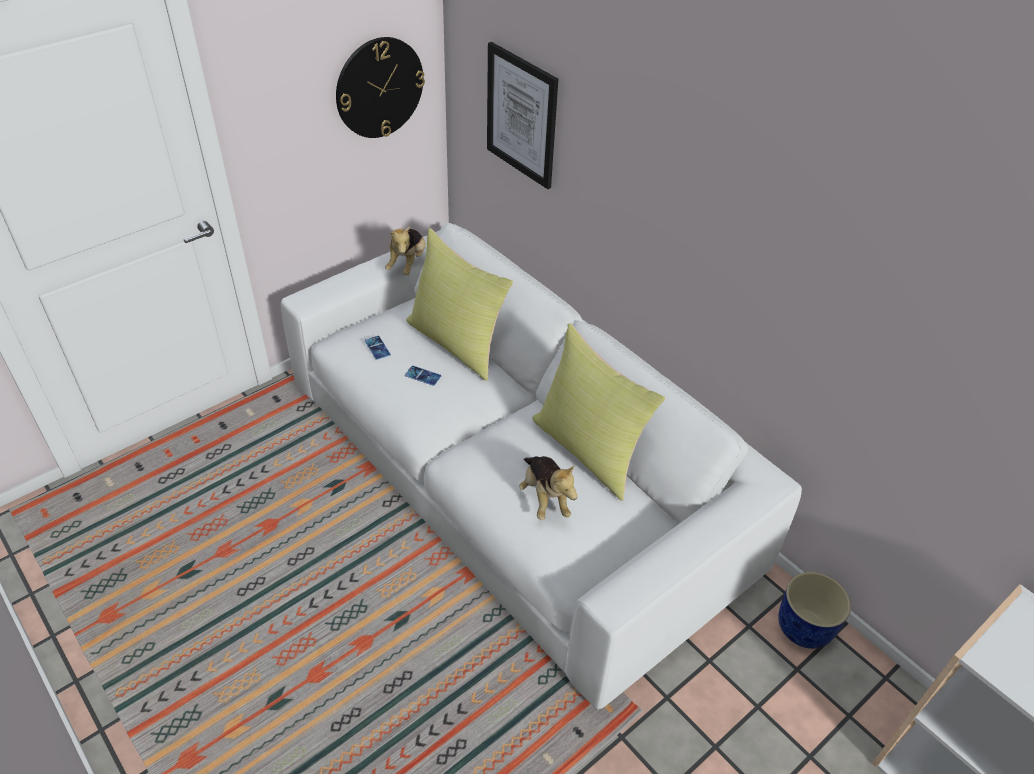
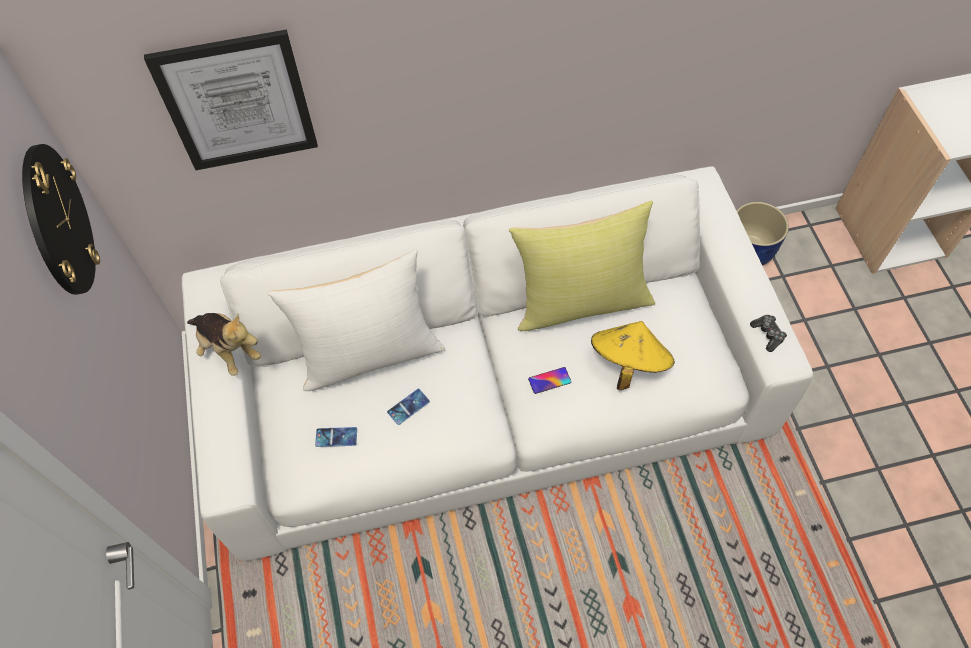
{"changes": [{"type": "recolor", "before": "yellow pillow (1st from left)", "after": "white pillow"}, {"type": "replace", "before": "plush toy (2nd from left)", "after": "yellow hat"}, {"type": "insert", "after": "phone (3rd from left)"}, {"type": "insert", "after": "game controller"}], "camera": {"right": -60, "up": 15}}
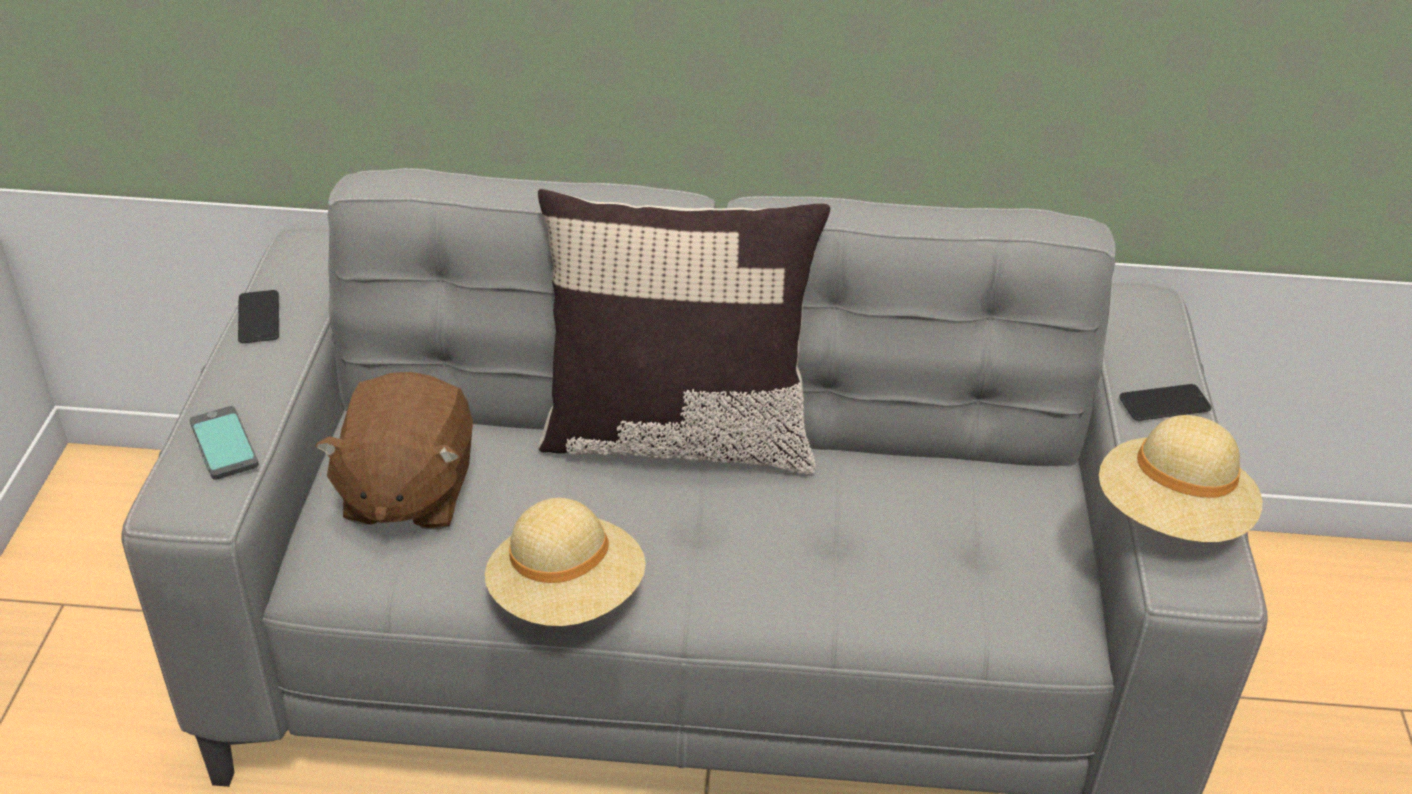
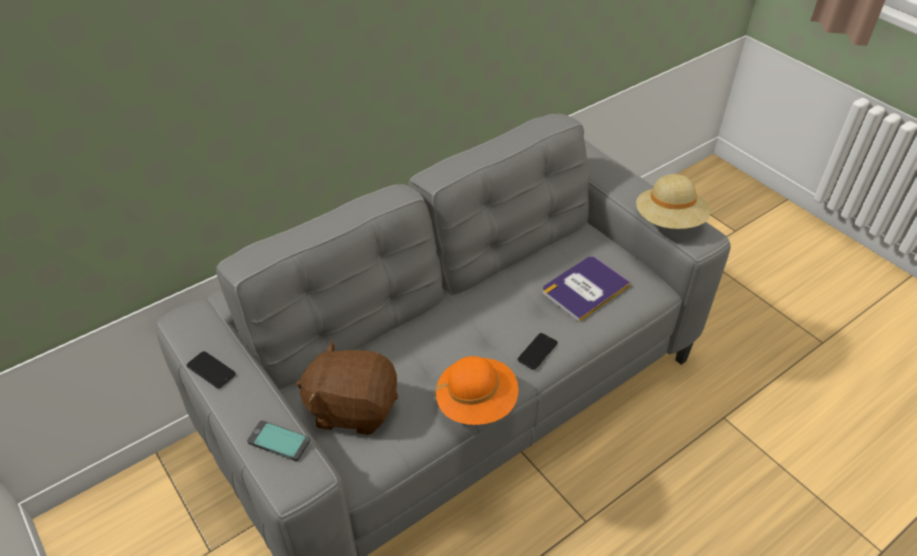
{"changes": [{"type": "rotate", "before": "brown plush toy", "turn": 135}, {"type": "recolor", "before": "beige hat (1st from left)", "after": "orange hat"}, {"type": "delete", "before": "pillow"}, {"type": "move", "before": "phone (3rd from left)"}, {"type": "insert", "after": "book"}], "camera": {"right": -40, "up": 5}}
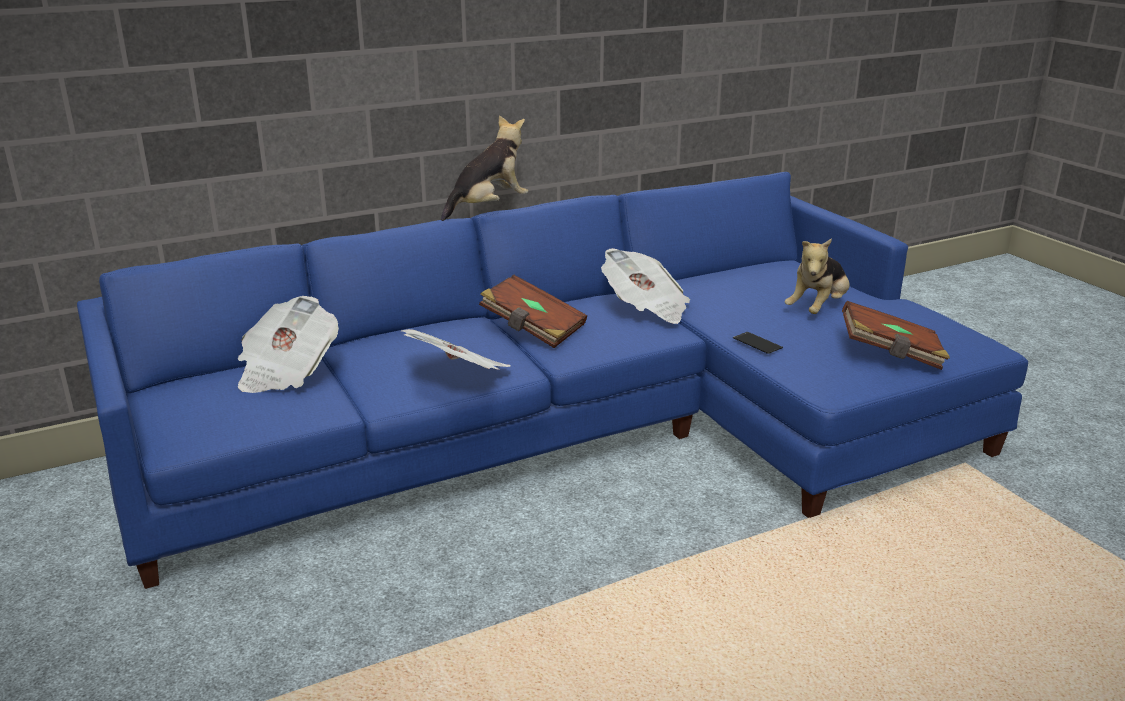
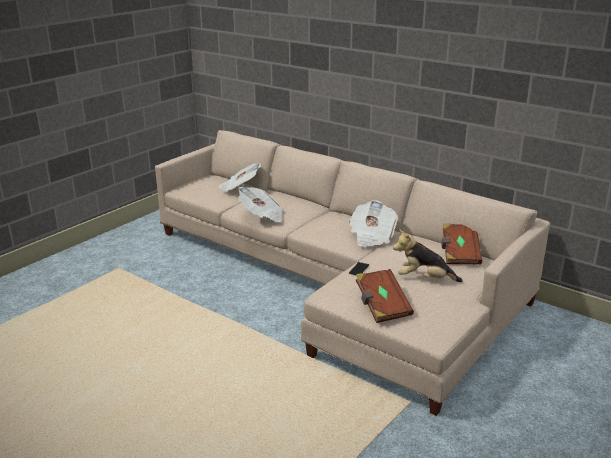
{"changes": [{"type": "recolor", "before": "blue sofa", "after": "beige sofa"}, {"type": "delete", "before": "plush toy (1st from left)"}, {"type": "move", "before": "brown book (1st from left in the first image)", "after": "brown book (2nd from left)"}], "camera": {"right": 65, "up": 0}}
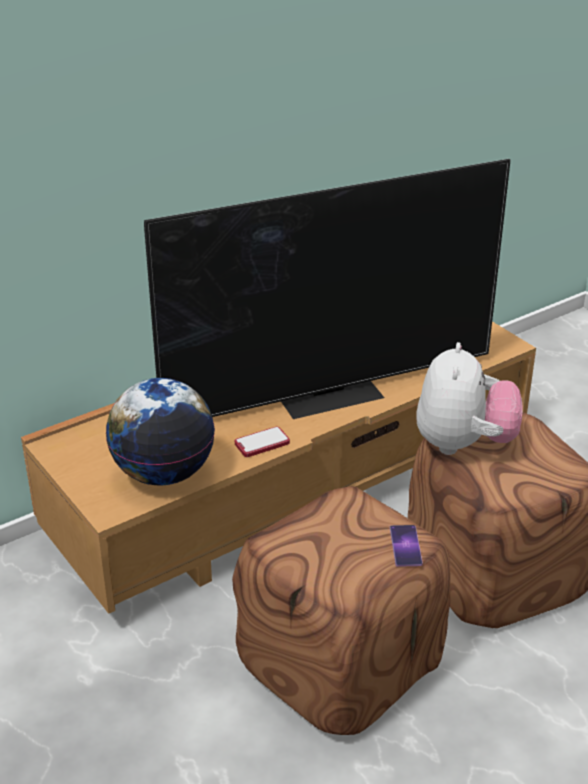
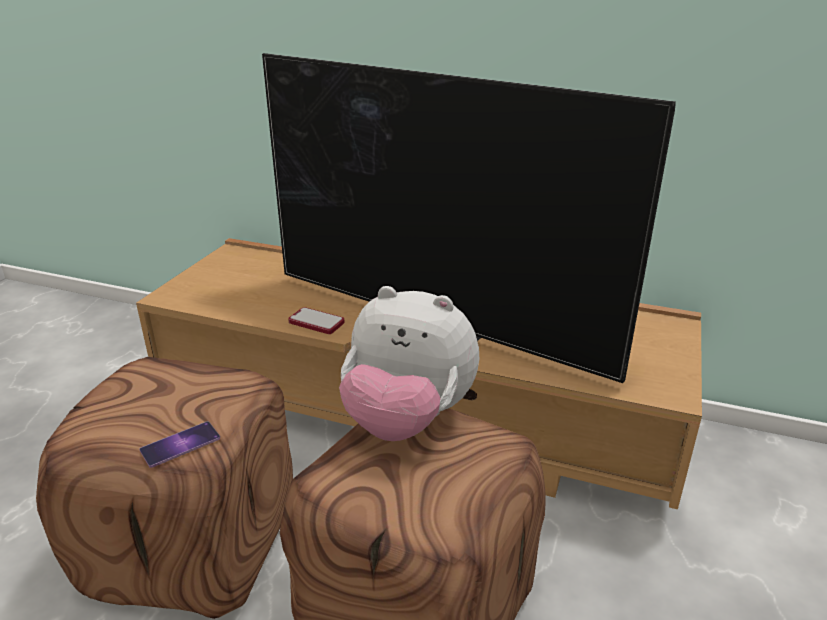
{"changes": [{"type": "delete", "before": "globe"}, {"type": "rotate", "before": "plush toy", "turn": 45}], "camera": {"right": 55, "up": -5}}
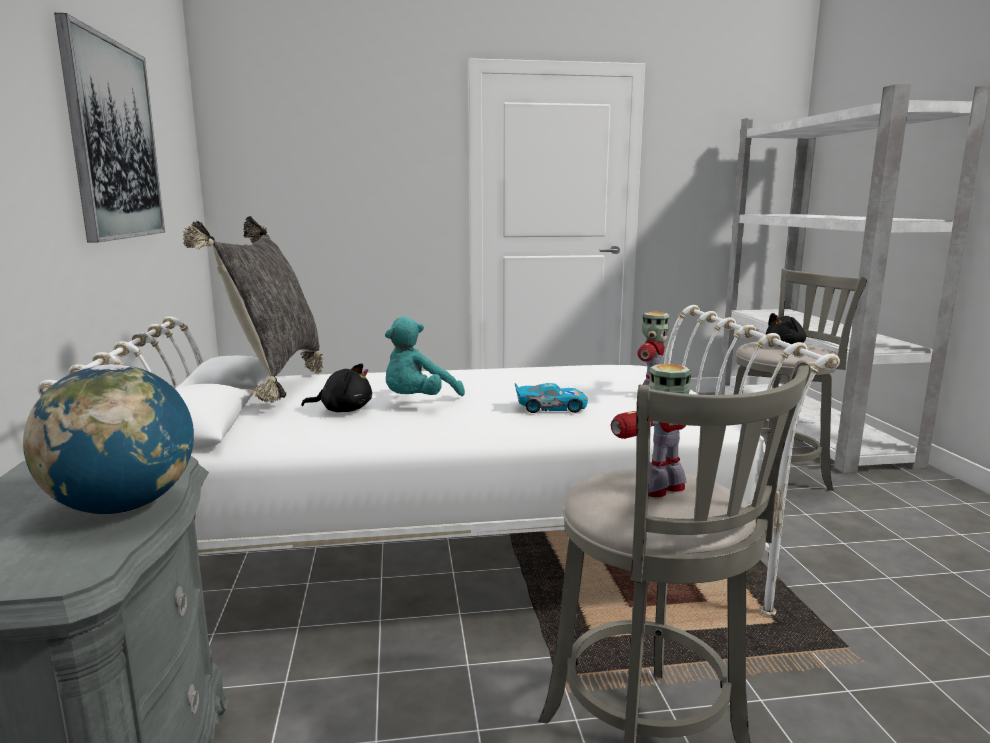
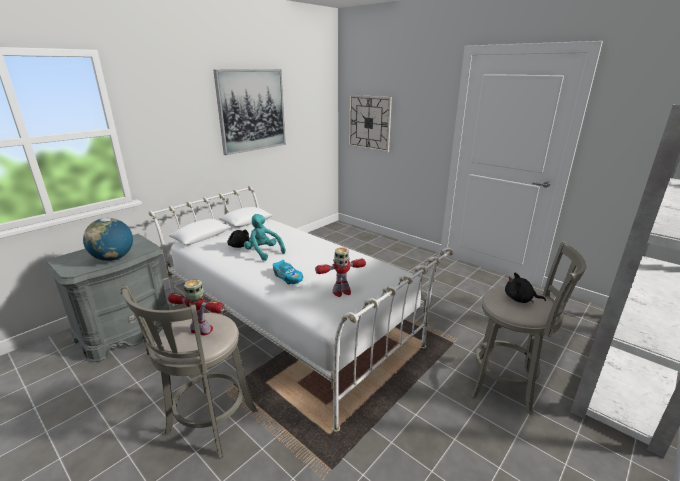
{"changes": [{"type": "delete", "before": "pillow"}, {"type": "rotate", "before": "turquoise plush toy", "turn": 45}, {"type": "insert", "after": "wall clock"}], "camera": {"right": 50, "up": 10}}
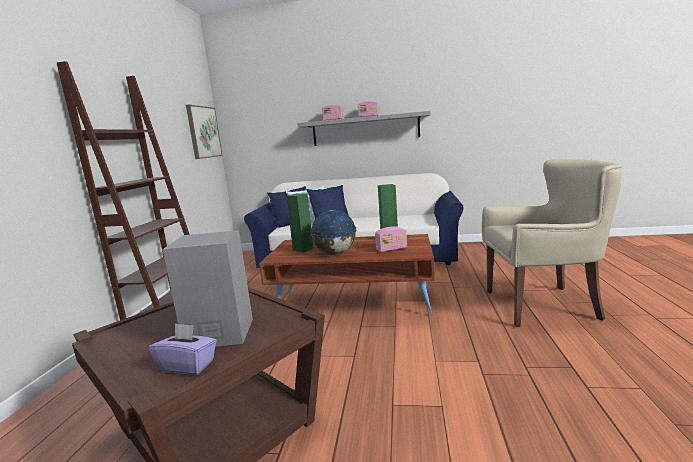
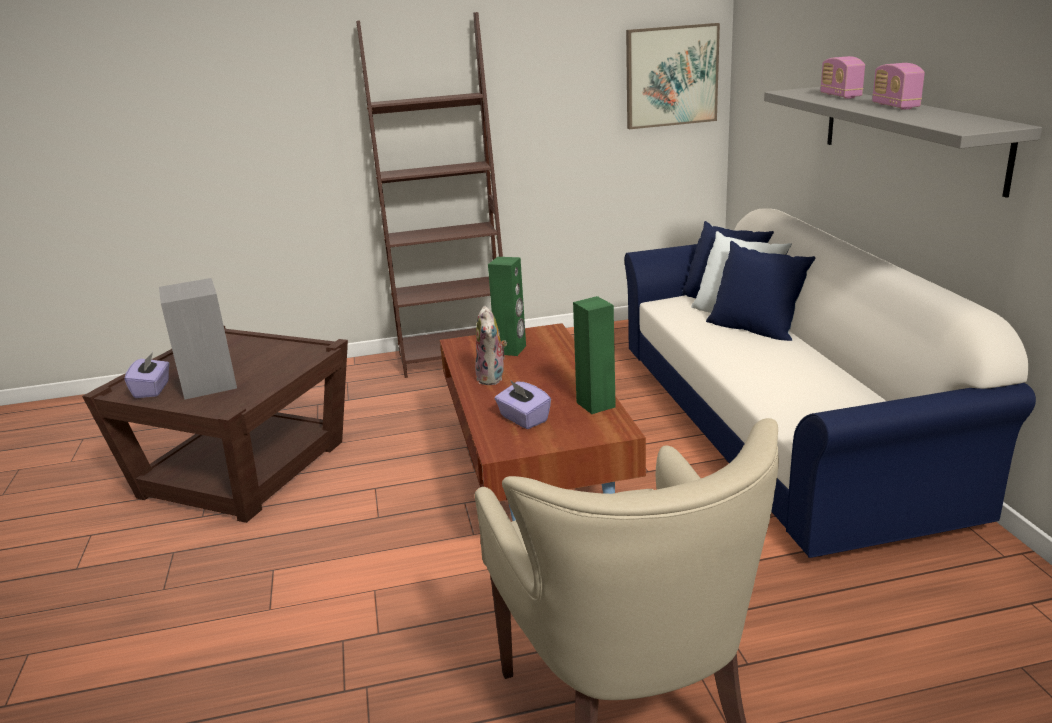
{"changes": [{"type": "replace", "before": "globe", "after": "plush toy"}, {"type": "replace", "before": "radio (3rd from left)", "after": "purple tissue box (2nd from left)"}], "camera": {"right": 70, "up": 10}}
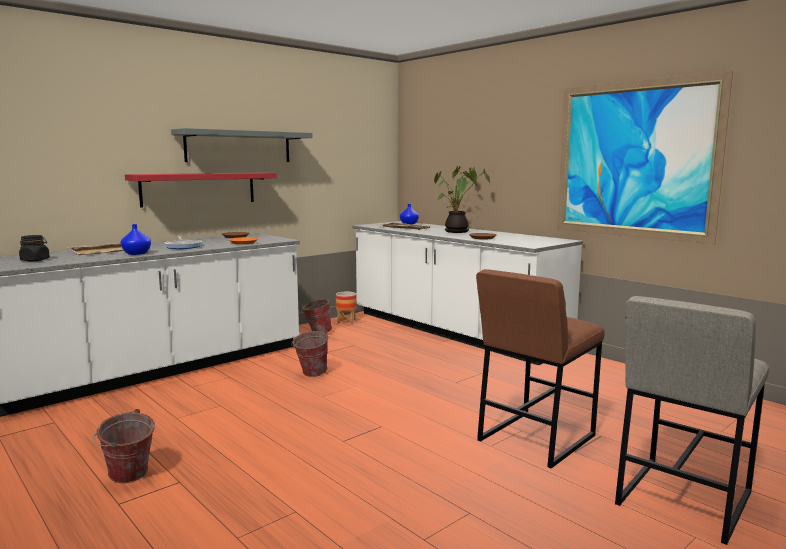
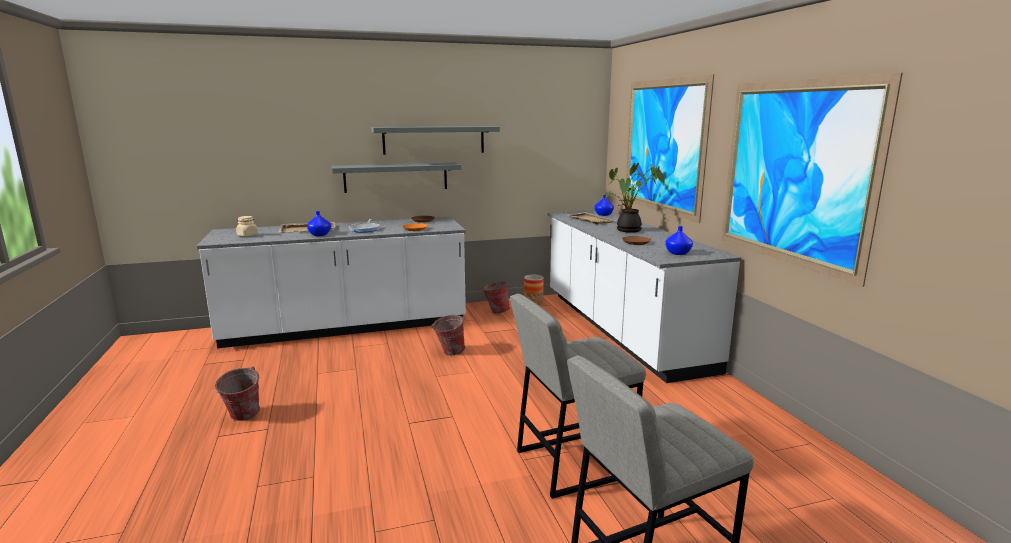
{"changes": [{"type": "recolor", "before": "black jar", "after": "beige jar"}, {"type": "recolor", "before": "red shelf", "after": "grey shelf (1st from left)"}, {"type": "recolor", "before": "brown chair", "after": "grey chair (1st from left)"}, {"type": "insert", "after": "picture (1st from left)"}, {"type": "insert", "after": "blue vase (3rd from left)"}], "camera": {"right": 25, "up": 5}}
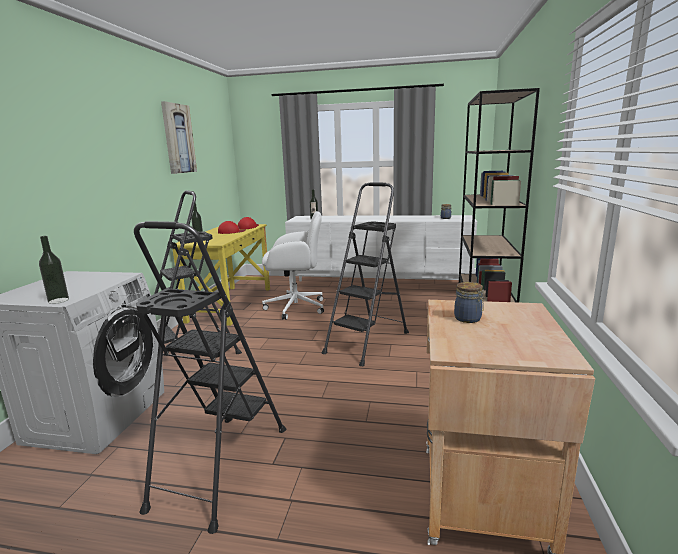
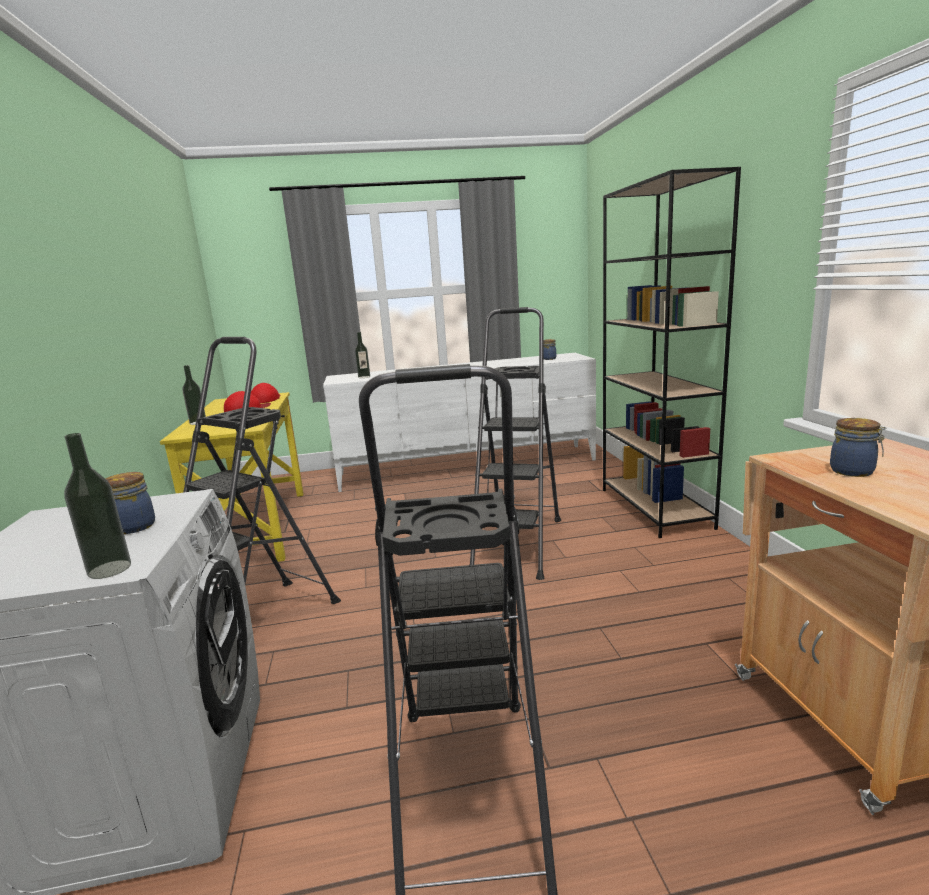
{"changes": [{"type": "delete", "before": "picture"}, {"type": "delete", "before": "white office chair"}, {"type": "insert", "after": "jar (1st from left)"}], "camera": {"right": -20, "up": 0}}
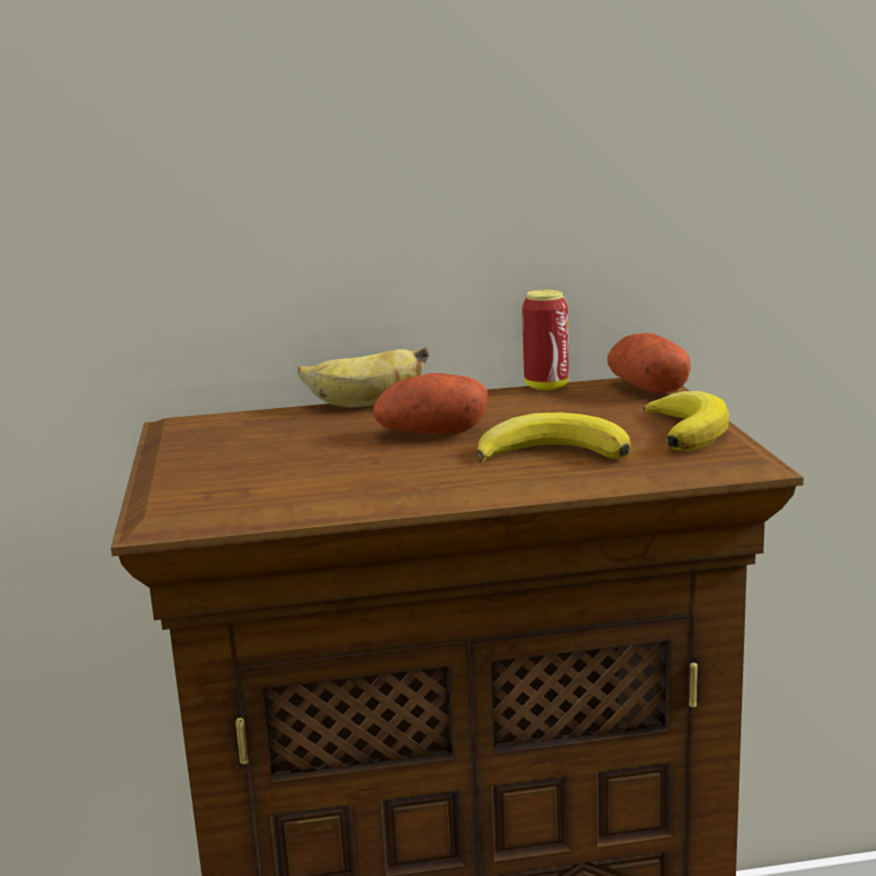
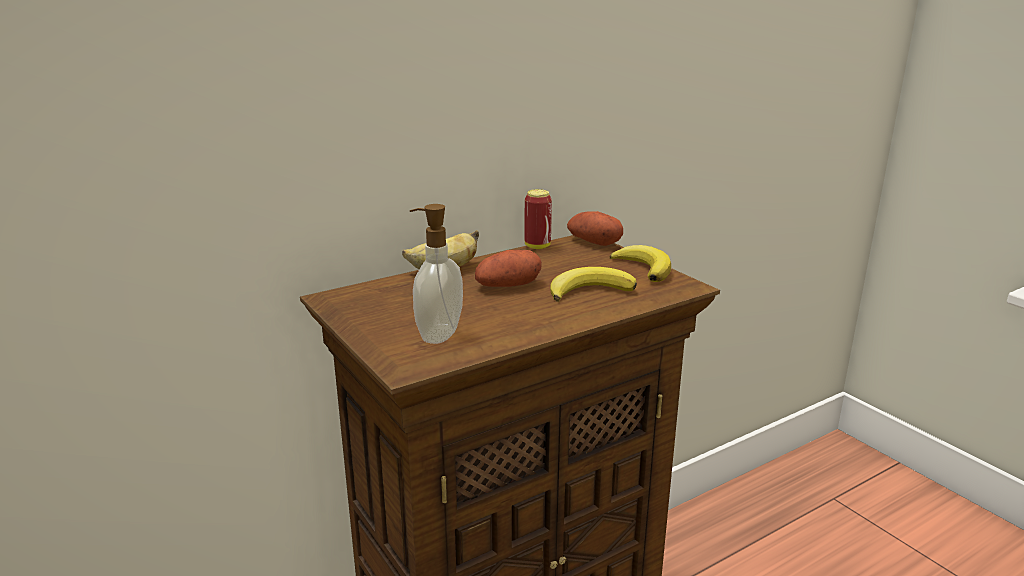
{"changes": [{"type": "insert", "after": "soap dispenser"}], "camera": {"right": -25, "up": 5}}
